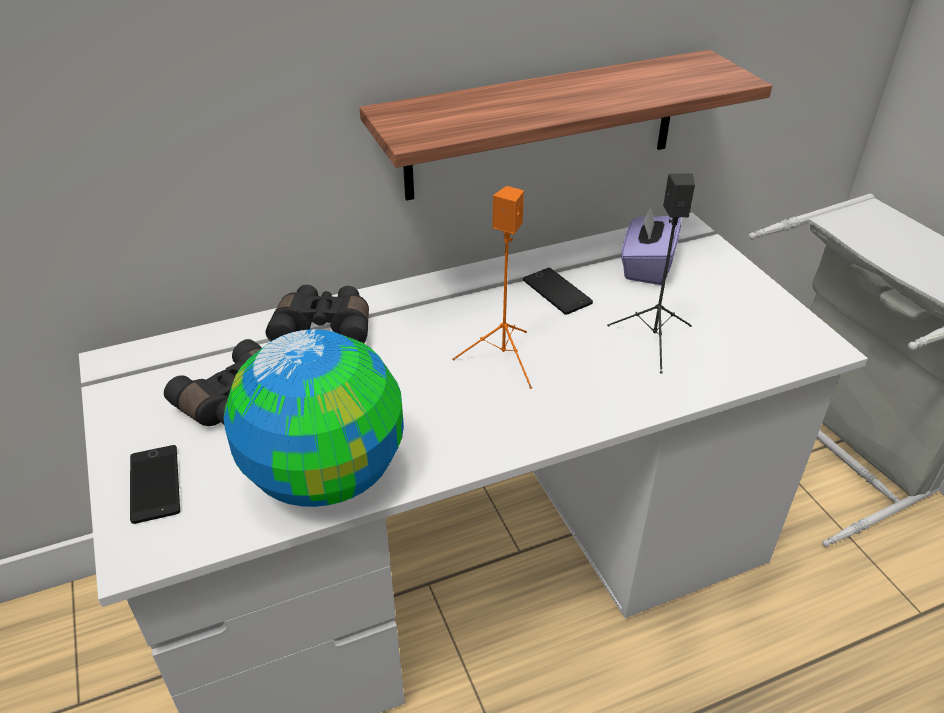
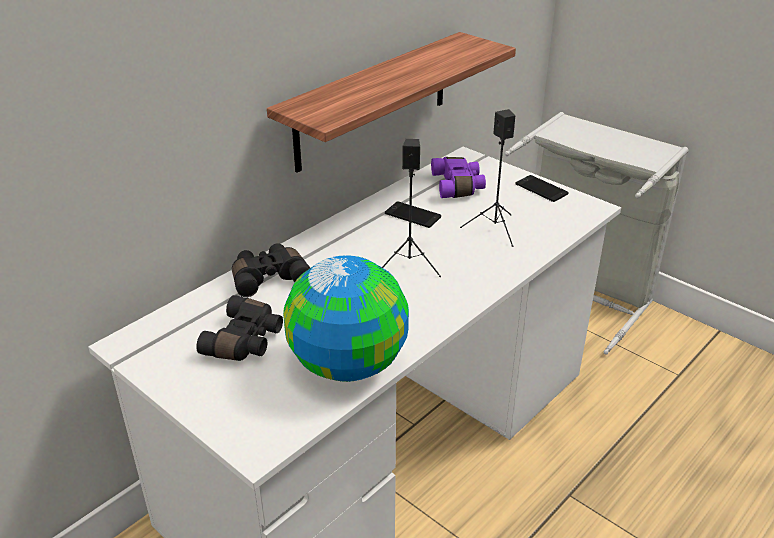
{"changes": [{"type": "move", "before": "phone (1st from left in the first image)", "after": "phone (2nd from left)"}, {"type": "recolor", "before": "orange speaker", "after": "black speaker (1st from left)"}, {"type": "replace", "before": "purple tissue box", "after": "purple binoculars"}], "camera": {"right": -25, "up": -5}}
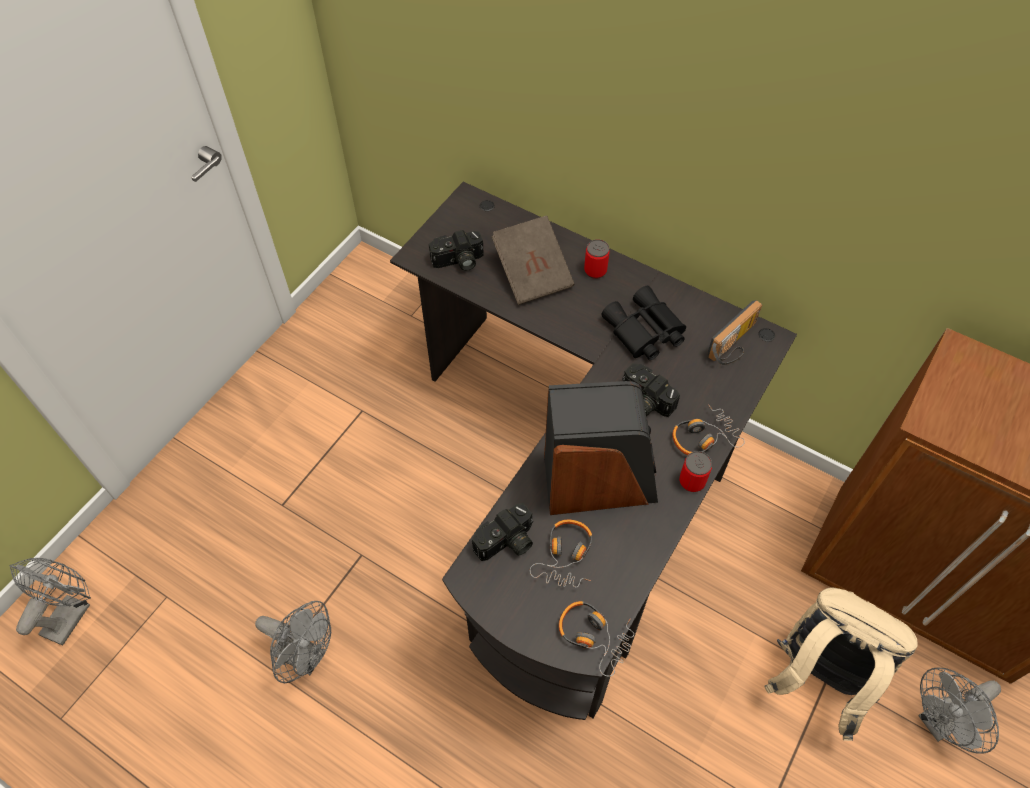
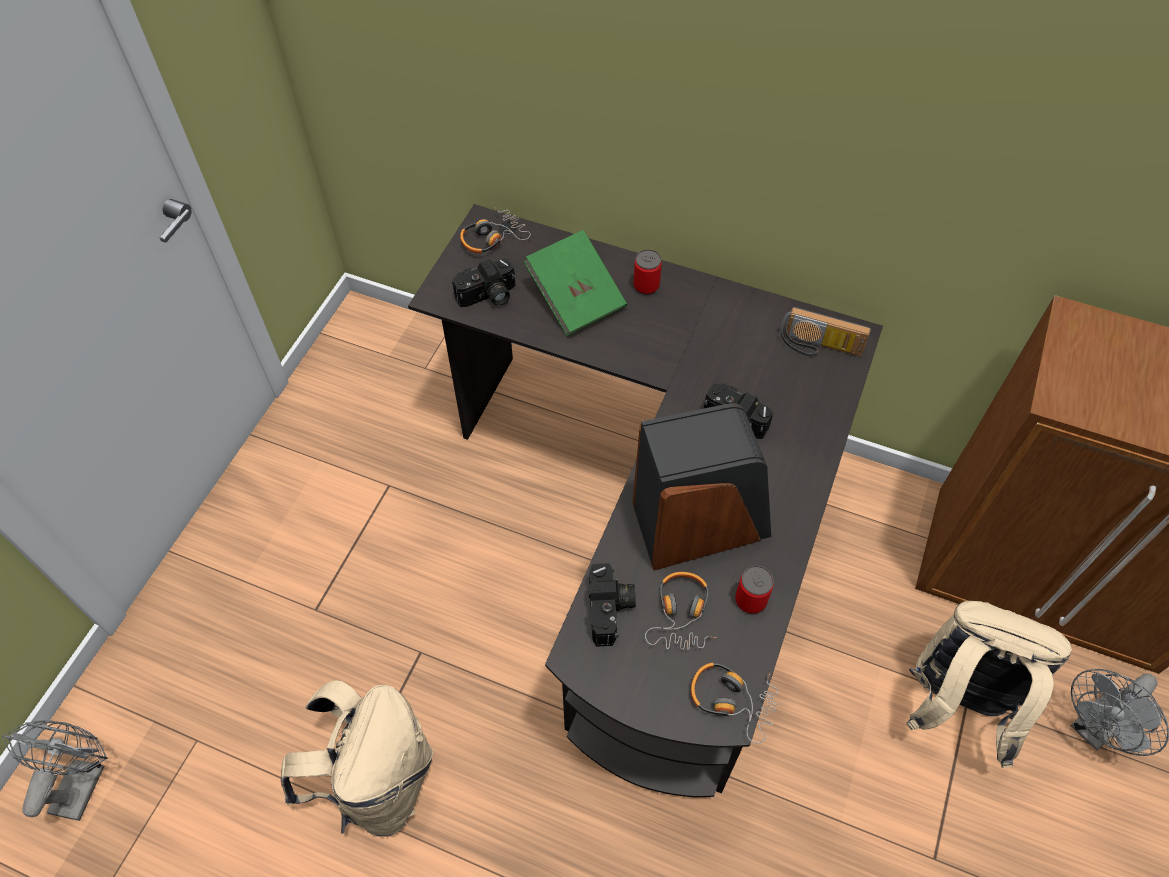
{"changes": [{"type": "replace", "before": "grey fan (2nd from left)", "after": "beige backpack (1st from left)"}, {"type": "rotate", "before": "photo camera (2nd from left)", "turn": -45}, {"type": "recolor", "before": "brown book", "after": "green book"}, {"type": "delete", "before": "black binoculars"}, {"type": "move", "before": "headphones (3rd from left in the first image)", "after": "headphones (1st from left)"}, {"type": "move", "before": "can (2nd from left)"}, {"type": "rotate", "before": "radio", "turn": 75}], "camera": {"right": -10, "up": 0}}
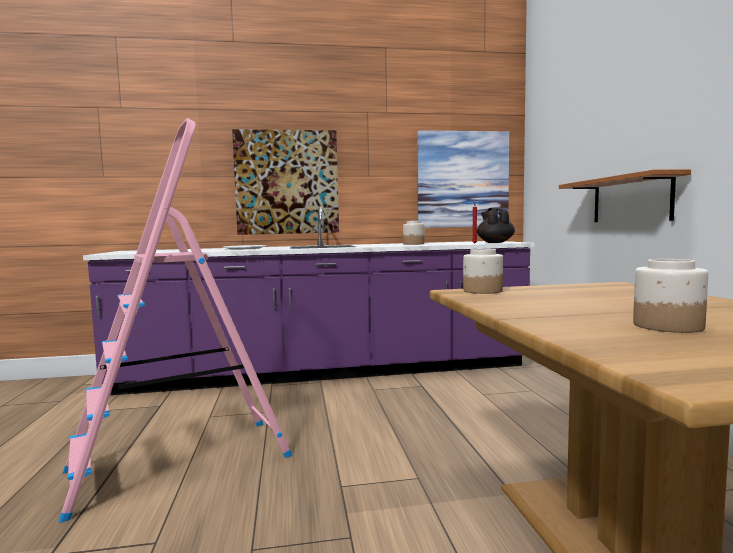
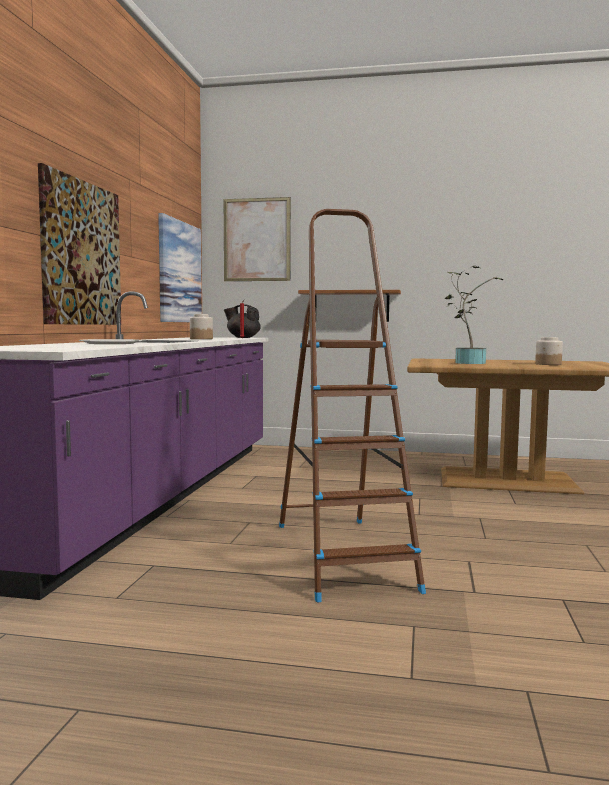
{"changes": [{"type": "recolor", "before": "pink step ladder", "after": "brown step ladder"}, {"type": "delete", "before": "jar (2nd from left)"}, {"type": "insert", "after": "picture (3rd from left)"}, {"type": "insert", "after": "potted plant"}], "camera": {"right": -70, "up": 0}}
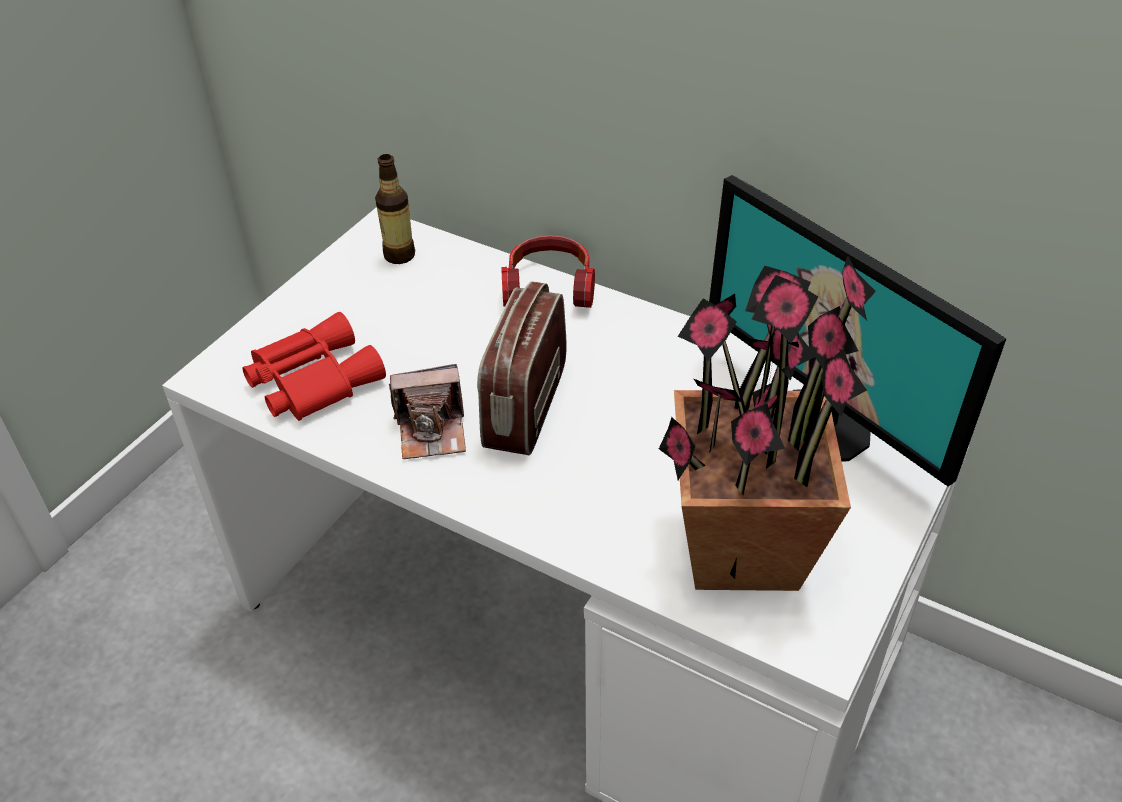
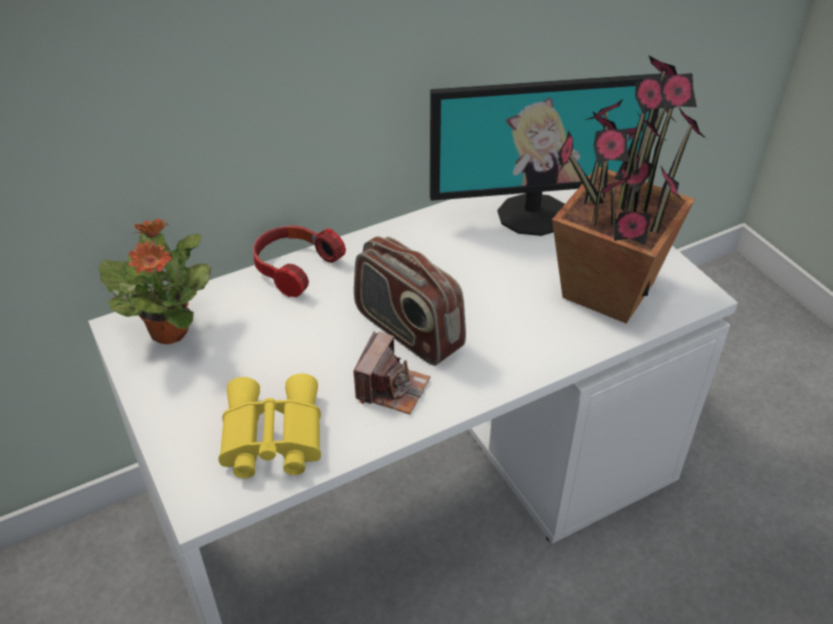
{"changes": [{"type": "recolor", "before": "red binoculars", "after": "yellow binoculars"}, {"type": "replace", "before": "bottle", "after": "potted plant (1st from left)"}], "camera": {"right": -60, "up": 0}}
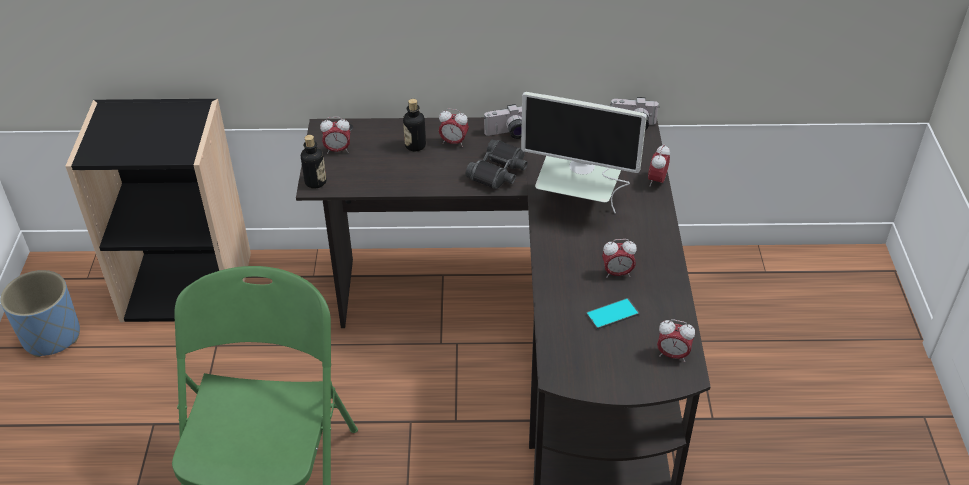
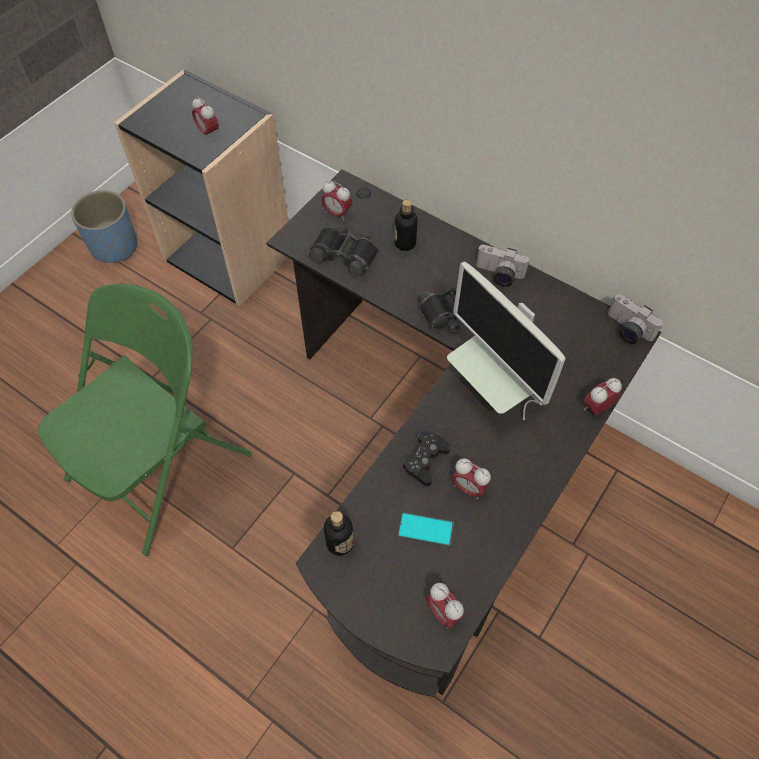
{"changes": [{"type": "move", "before": "bottle (1st from left)"}, {"type": "move", "before": "alarm clock (2nd from left in the first image)", "after": "alarm clock (1st from left)"}, {"type": "insert", "after": "black binoculars (1st from left)"}, {"type": "insert", "after": "black game controller"}], "camera": {"right": 35, "up": 15}}
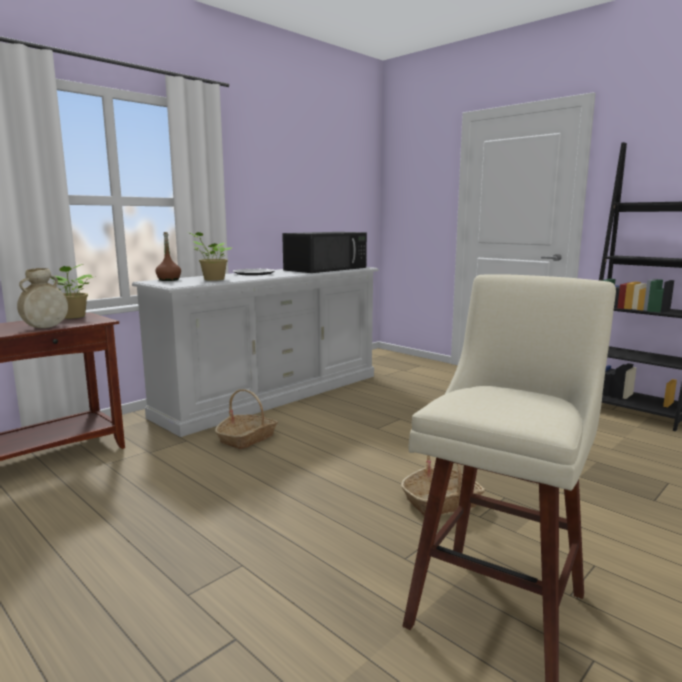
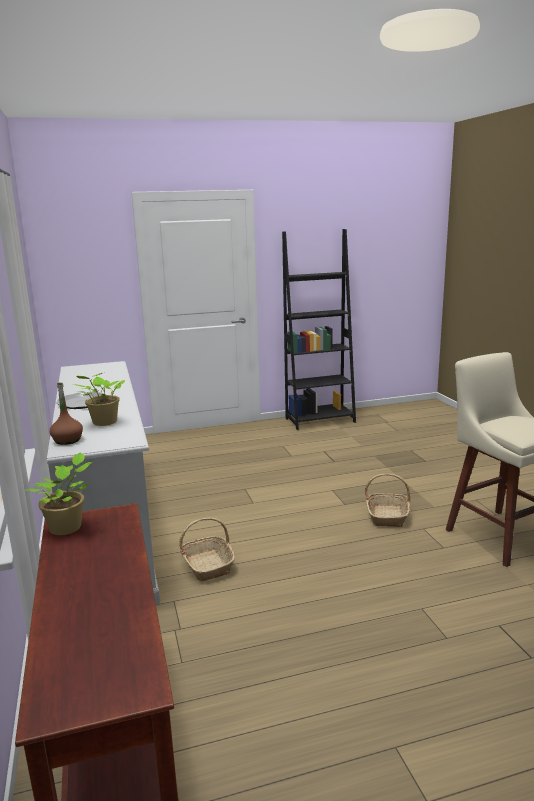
{"changes": [{"type": "delete", "before": "beige vase"}, {"type": "delete", "before": "black microwave"}], "camera": {"right": -60, "up": 5}}
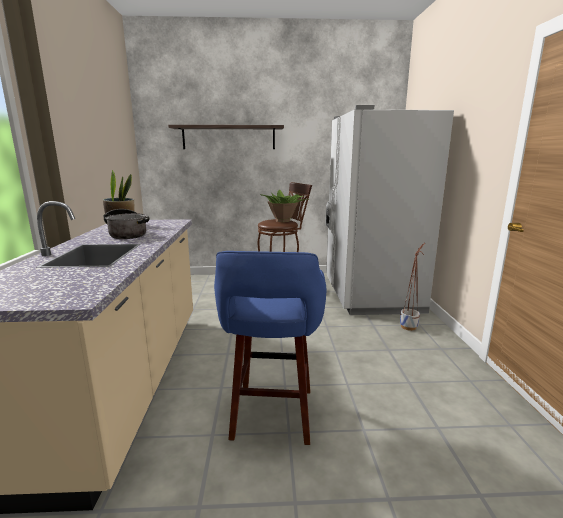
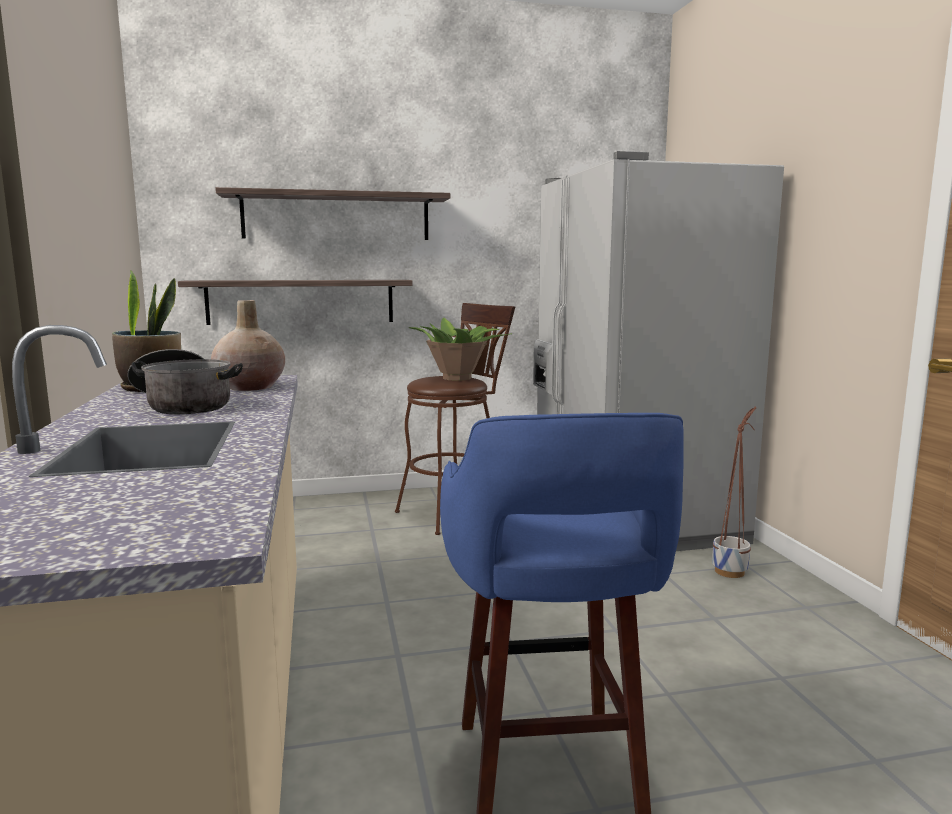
{"changes": [{"type": "insert", "after": "shelf (1st from left)"}, {"type": "insert", "after": "beige vase"}], "camera": {"right": -10, "up": -5}}
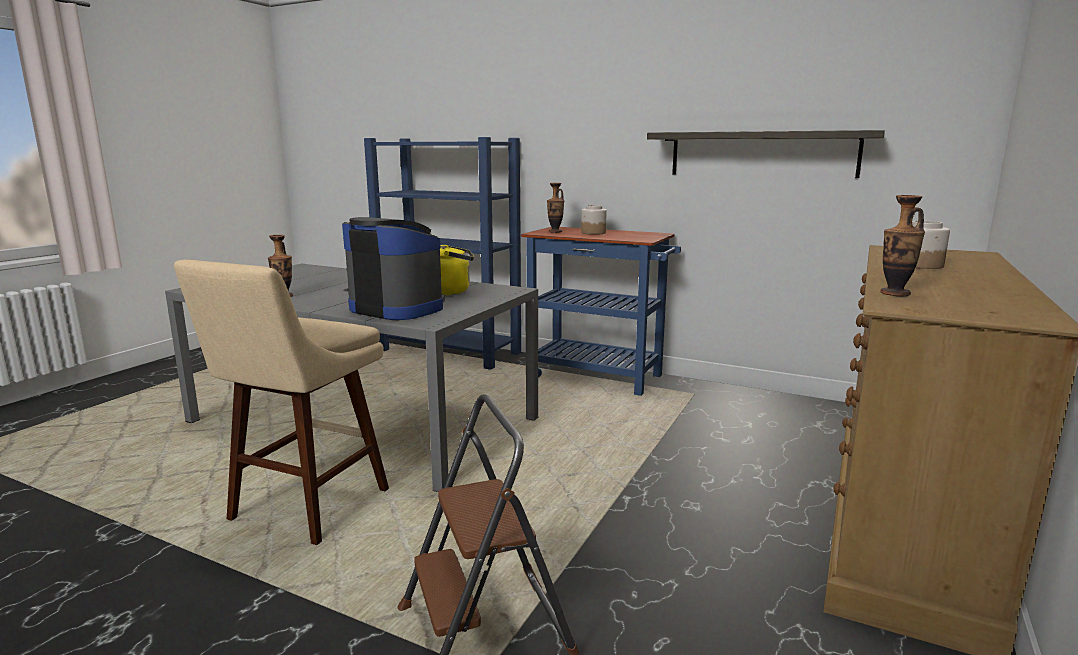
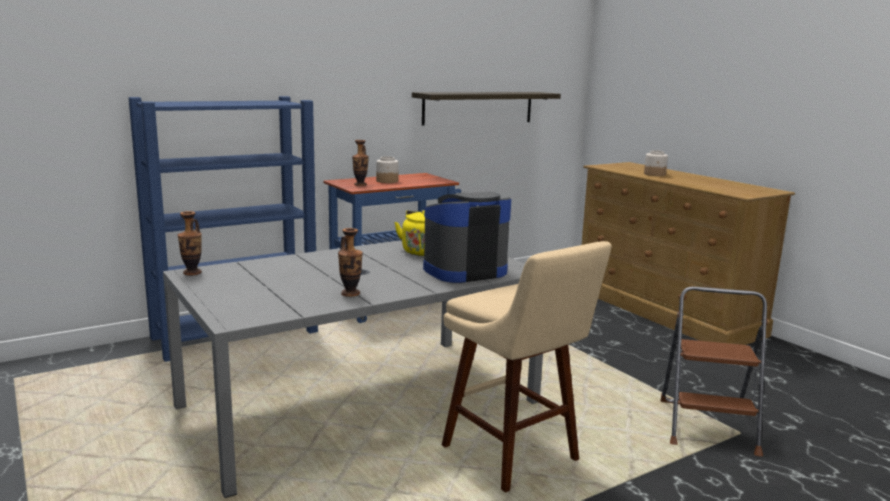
{"changes": [{"type": "move", "before": "vase (3rd from left in the first image)", "after": "vase (1st from left)"}], "camera": {"right": -60, "up": 0}}
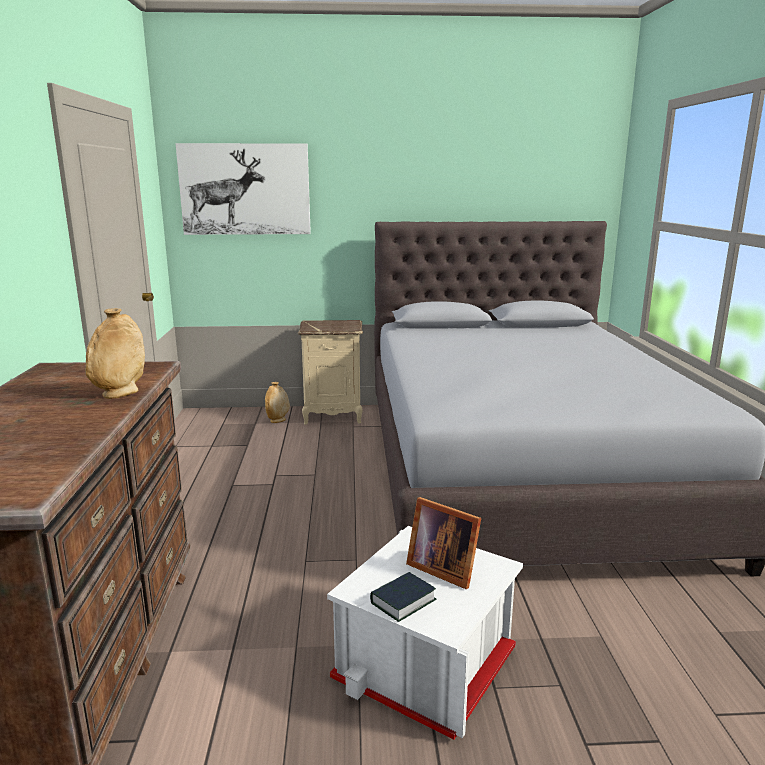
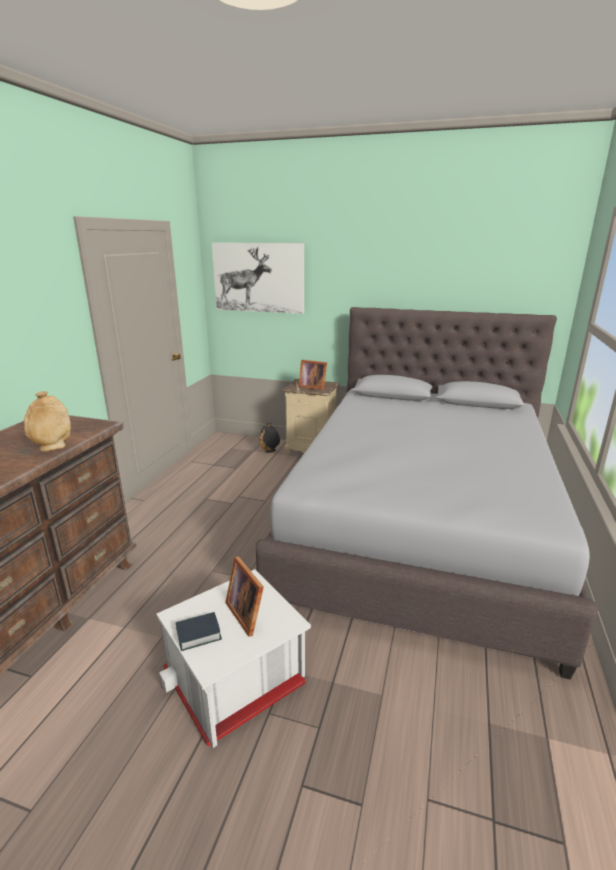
{"changes": [{"type": "recolor", "before": "beige vase (2nd from left)", "after": "black vase"}, {"type": "insert", "after": "picture frame (2nd from left)"}], "camera": {"right": 20, "up": 5}}
